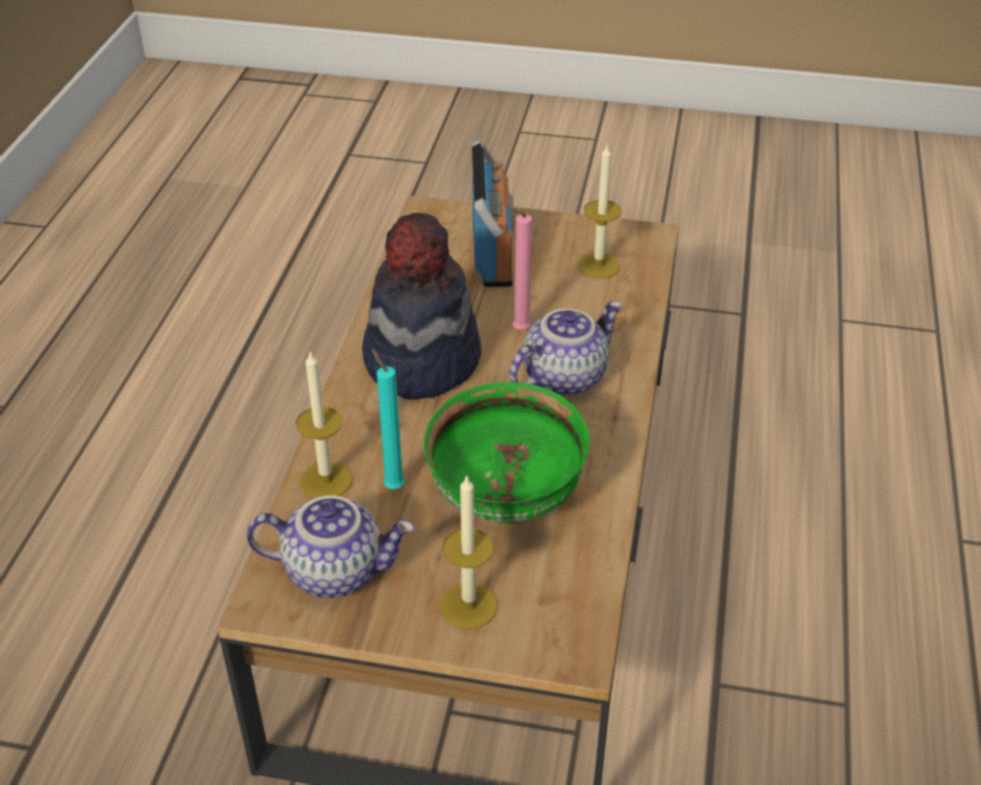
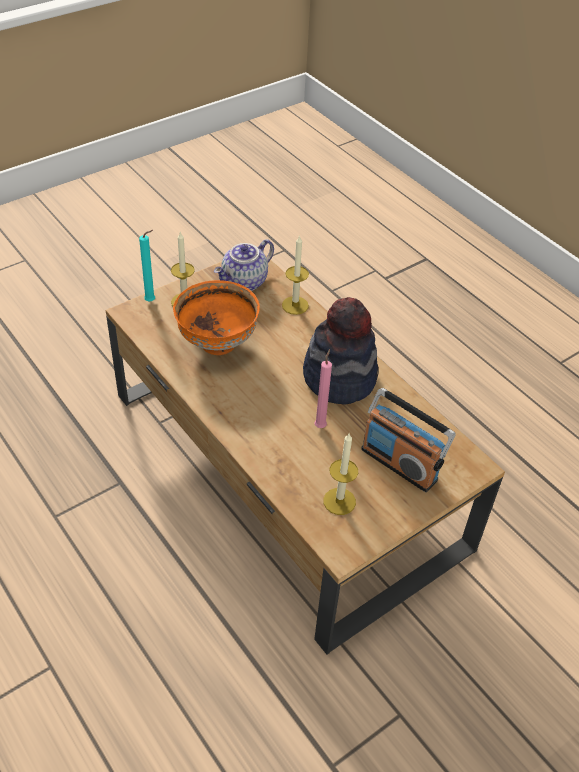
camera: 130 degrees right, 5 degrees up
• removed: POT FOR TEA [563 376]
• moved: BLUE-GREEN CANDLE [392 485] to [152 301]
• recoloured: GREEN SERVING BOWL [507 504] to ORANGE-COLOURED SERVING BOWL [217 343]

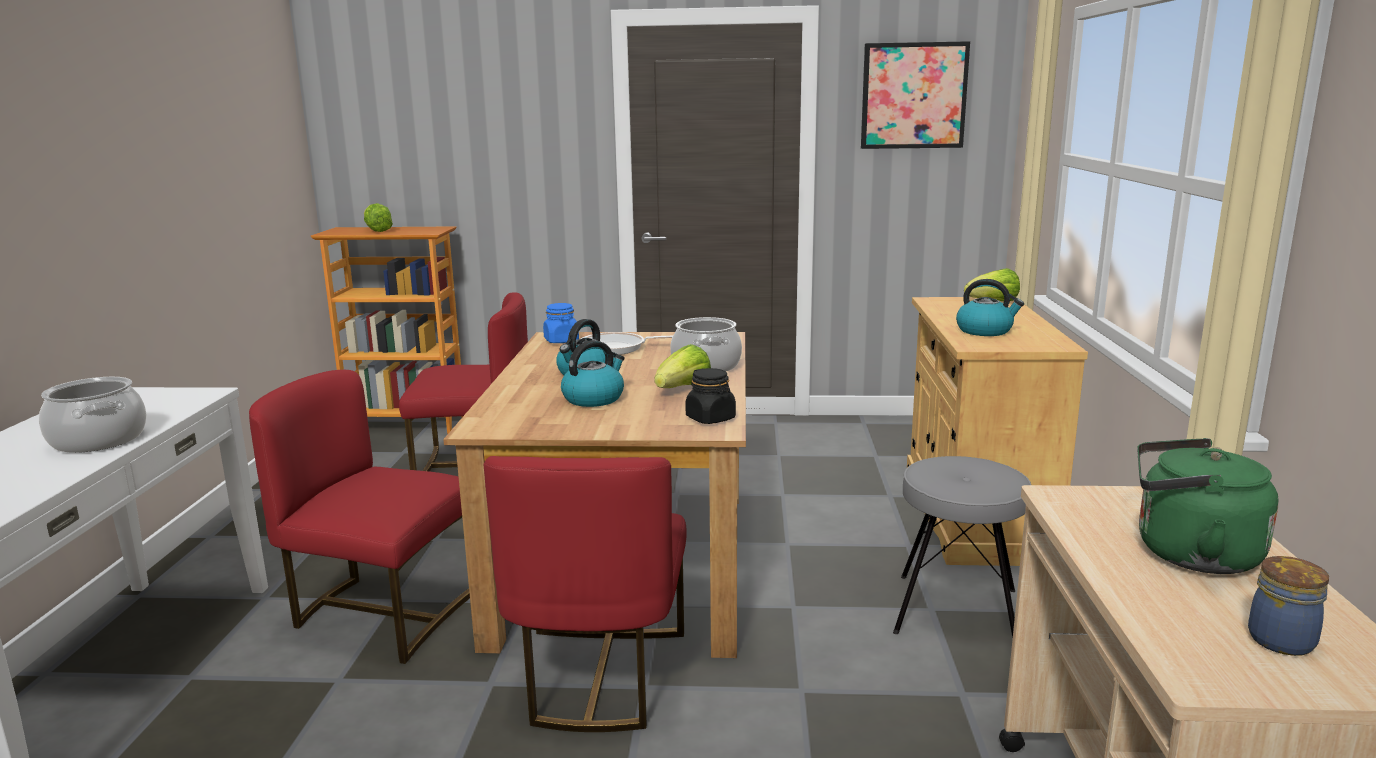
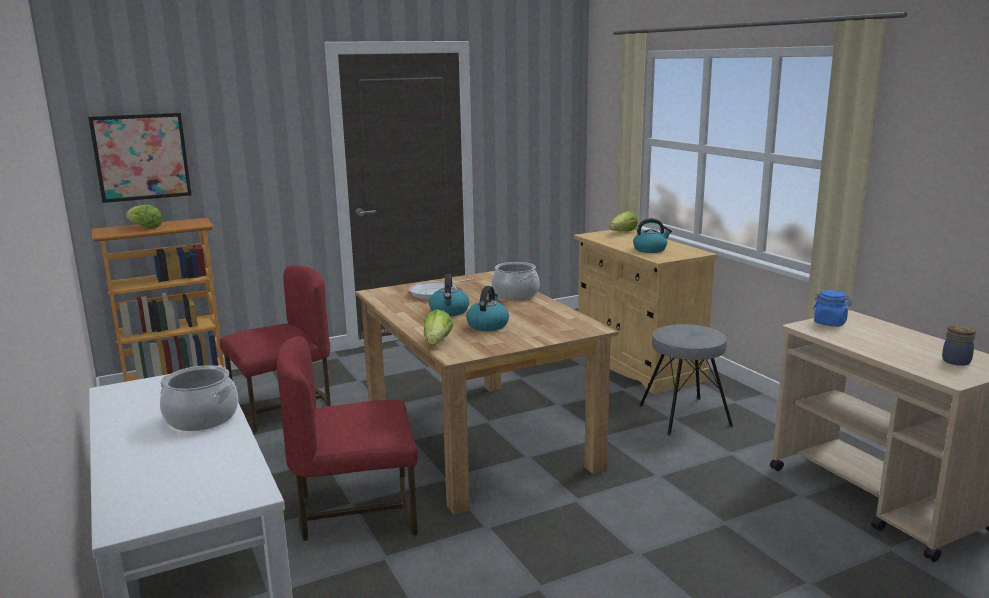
camera: 30 degrees left, 0 degrees up
• moved: WALL PICTURE [913 96] to [141 157]
• moved: BLUE JAR [561 341] to [830 323]
• moved: LETTUCE [683 388] to [437 343]
• removed: BLACK JAR [711 418]
• removed: GREEN TEA KETTLE [1189 554]
• removed: REDDISH CHAIR [599 676]

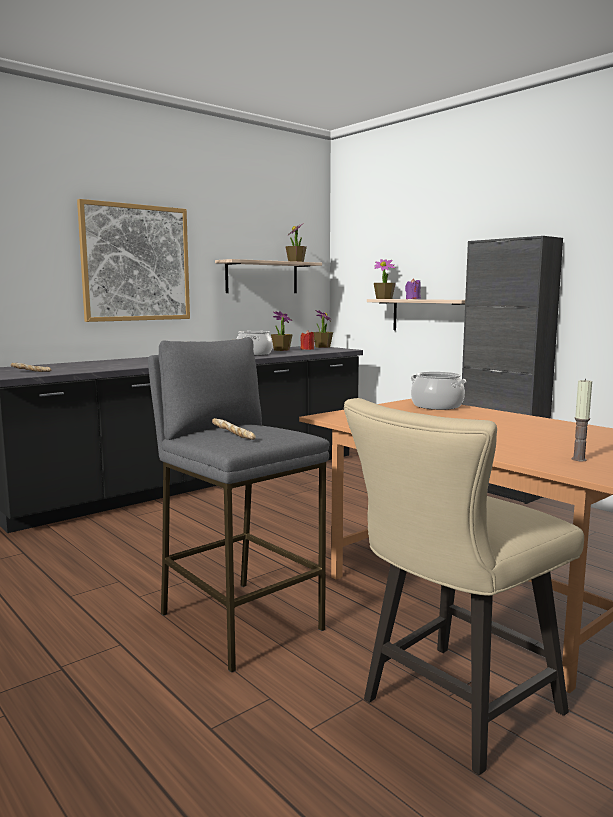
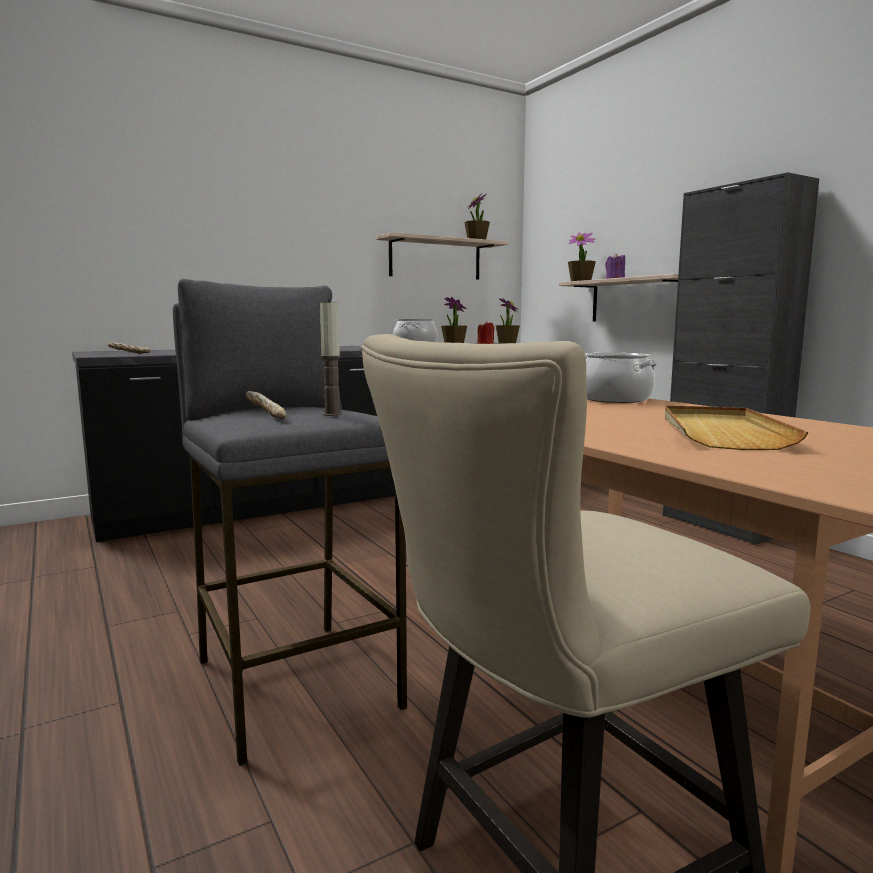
camera: 10 degrees right, 0 degrees up
• removed: WALL PICTURE [136 263]
• moved: CANDLE [579 459] to [332 414]
• added: SAND-COLOURED SERVING TRAY [721 432]

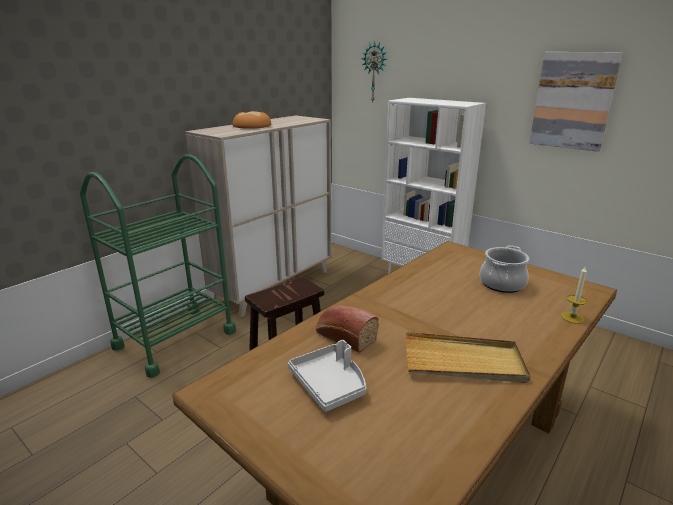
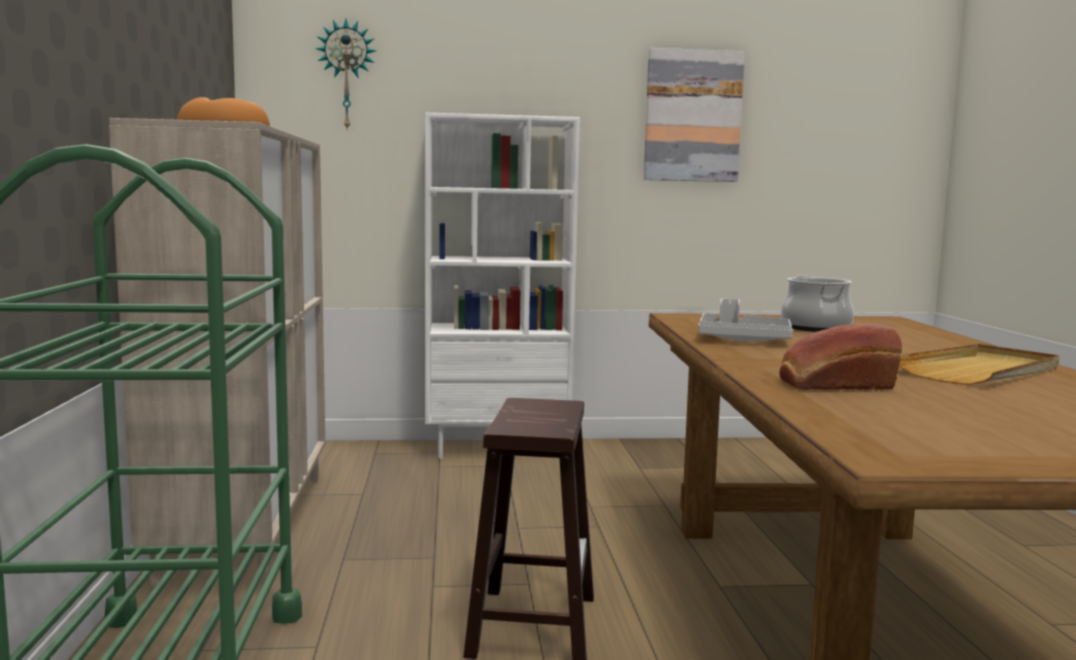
camera: 45 degrees left, 15 degrees down
• removed: CANDLE [572 317]
• moved: GREY SERVING TRAY [330 384] to [743 340]

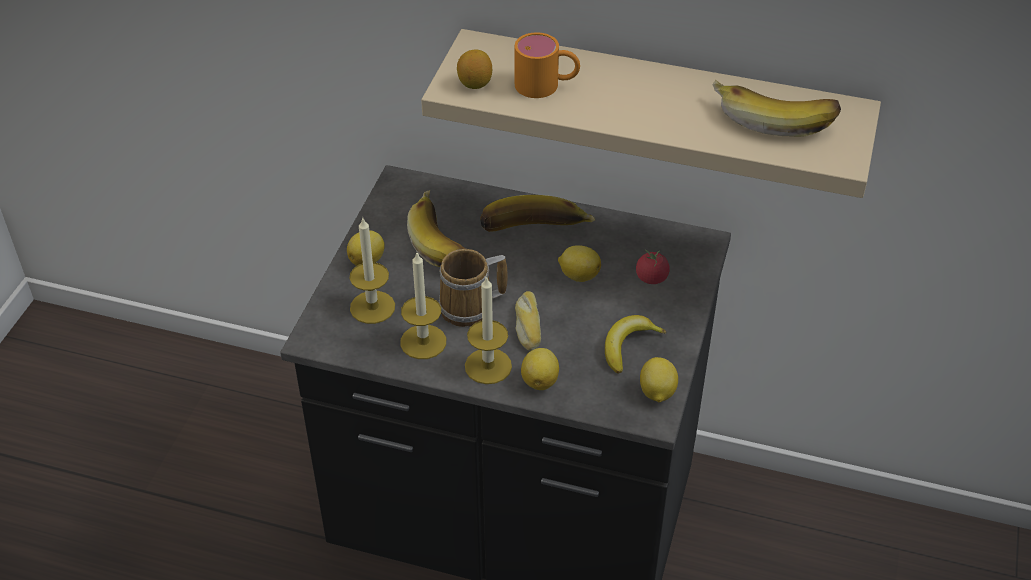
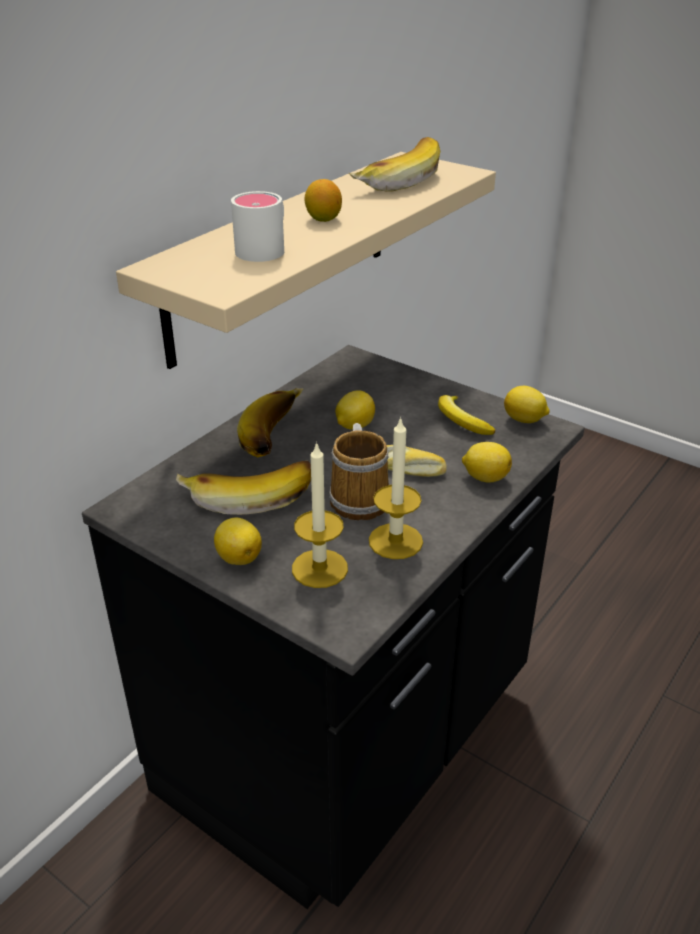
camera: 70 degrees left, 10 degrees down
• recoloured: ORANGE-COLOURED COFFEE MUG [546 85] to WHITISH COFFEE MUG [266 248]
• moved: LEMON [475 84] to [323 219]
• removed: TOMATO [651 278]
• removed: CANDLE [488 366]

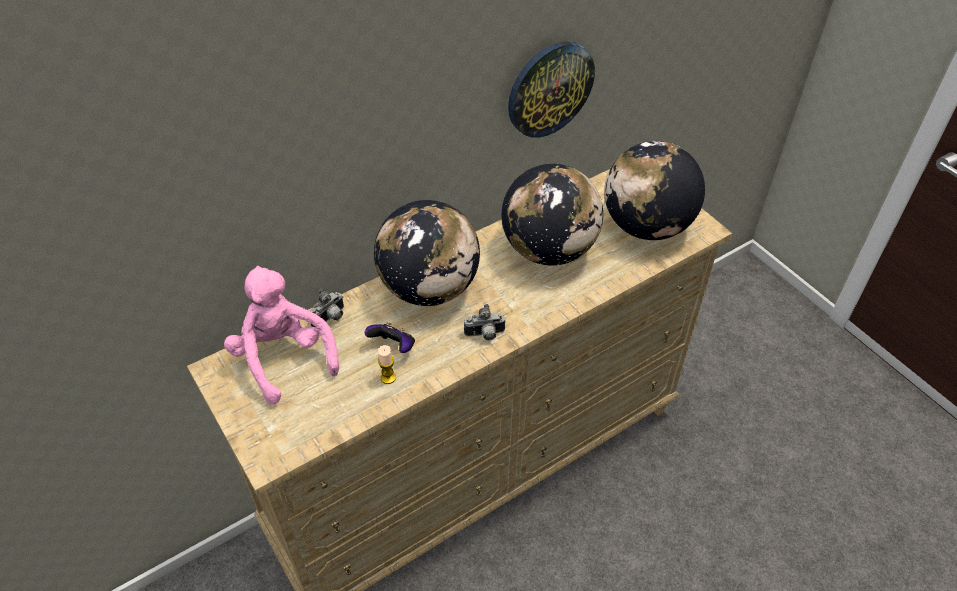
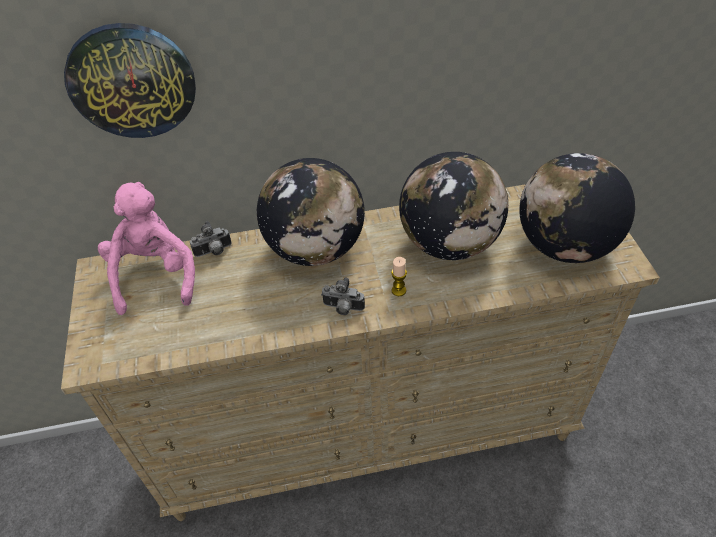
camera: 25 degrees right, 0 degrees up
• moved: WALL CLOCK [549 89] to [132 81]
• removed: GAME CONTROLLER [393 347]
• moved: CANDLE [388 377] to [398 290]

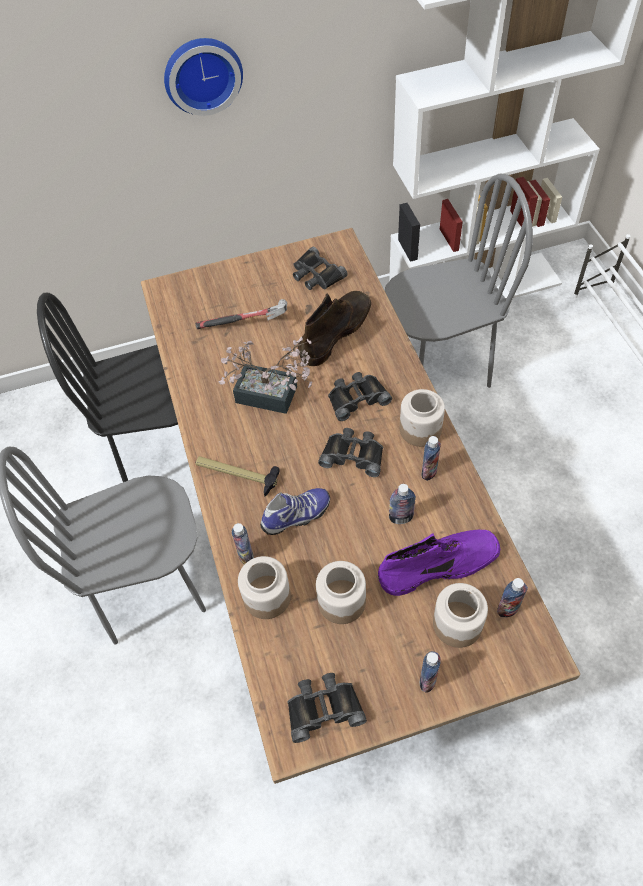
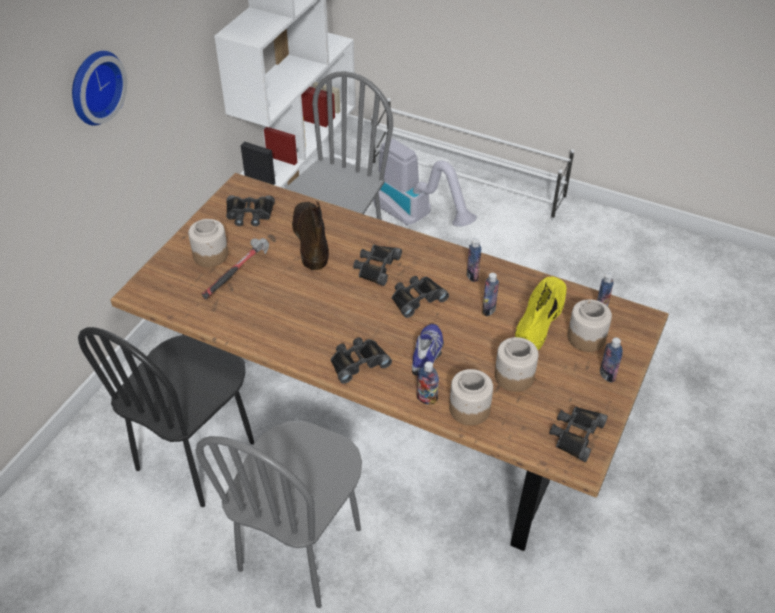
camera: 50 degrees left, 10 degrees down
• removed: PLANT IN A POT [273 396]
• moved: JAR [421 429] to [211 255]
• replaced: HAND HAMMER [236 475] to BLACK PAIR OF BINOCULARS [358 362]
• recoloured: PURPLISH BOOT [439 565] to YELLOWISH BOOT [540 317]
• added: HOOVER [417 218]

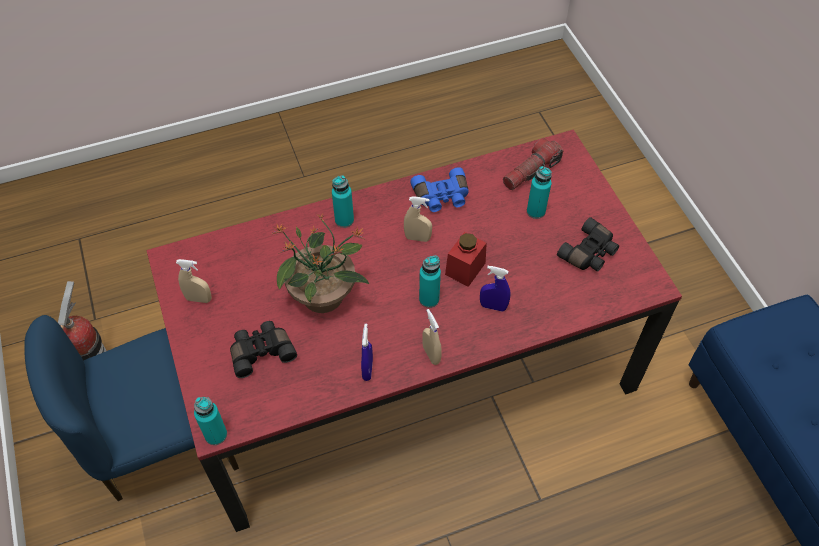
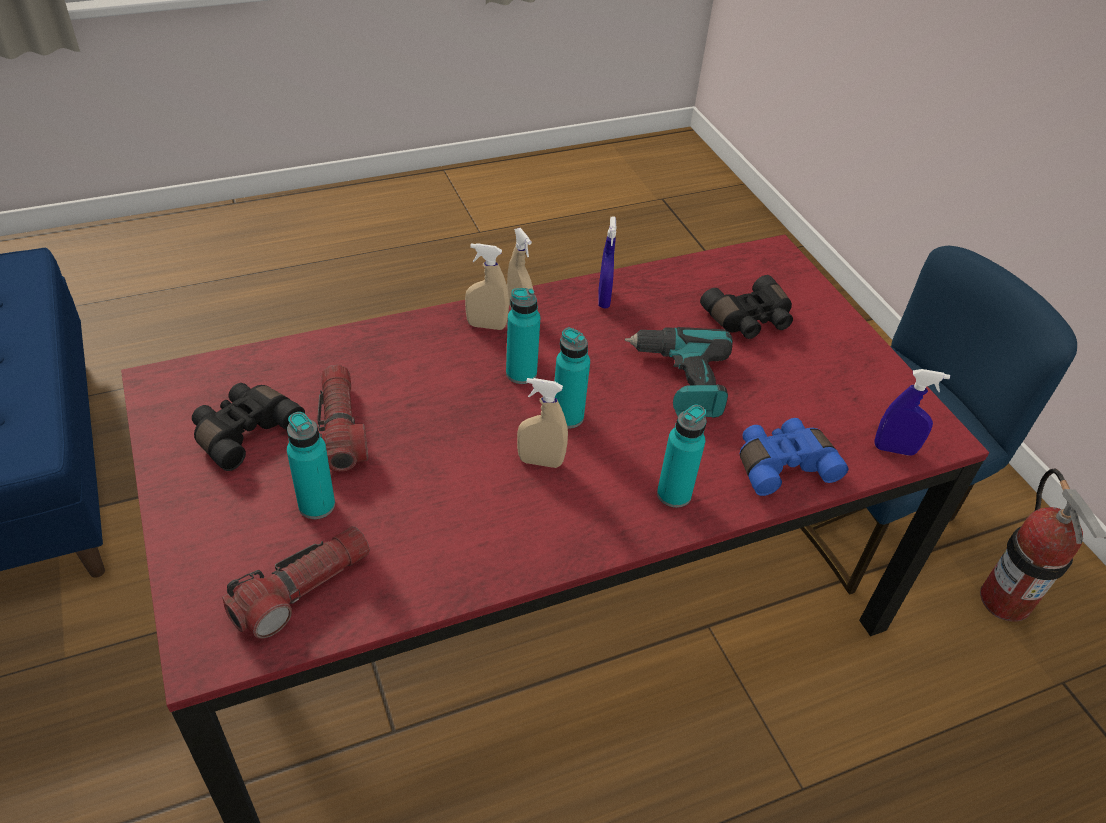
camera: 175 degrees right, 10 degrees down
• moved: BLUE PAIR OF BINOCULARS [441 197] to [782 464]
• replaced: PLANT IN A POT [324 296] to POWER DRILL [681 380]
• removed: REDDISH JAR [465 268]
• moved: SAND-COLOURED SPRAY BOTTLE [199 299] to [486 325]
• moved: BLUE SPRAY BOTTLE [493 306] to [894 449]
• moved: BLUE-GREEN BEVERAGE BOTTLE [216 435] to [567 417]
• added: FLASHLIGHT [341 429]

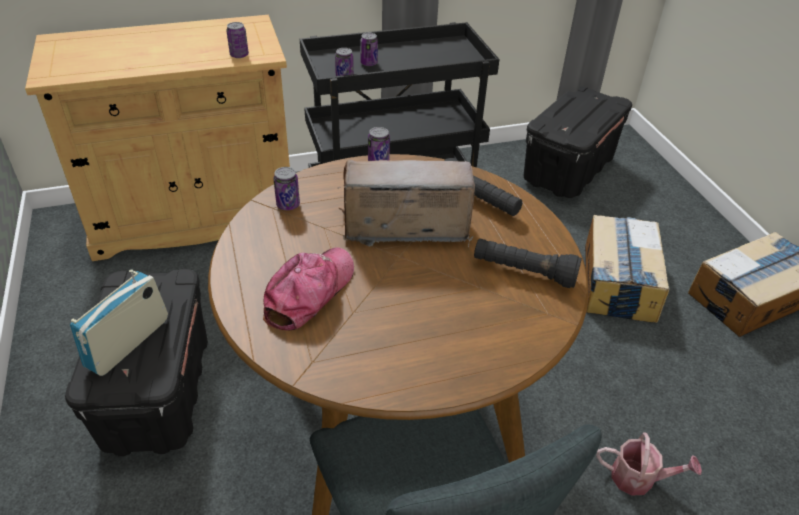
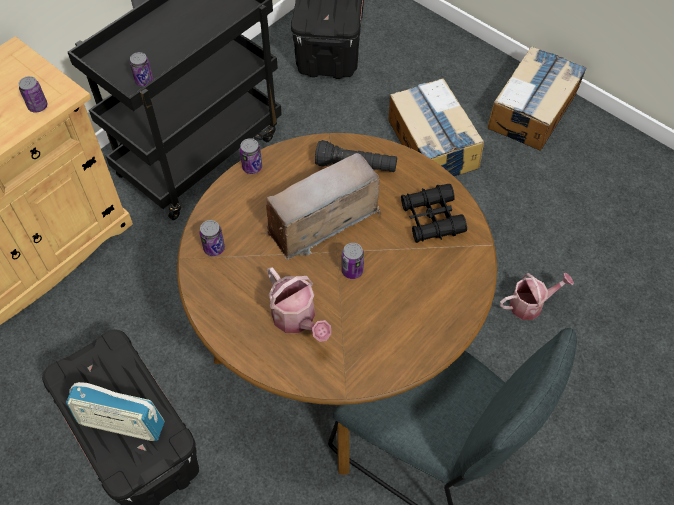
camera: 30 degrees left, 15 degrees up
• moved: SEALED CAN [369 63] to [352 270]
• replaced: BLACK FLASHLIGHT [523 272] to BLACK PAIR OF BINOCULARS [431 219]
• replaced: BASEBALL CAP [309 293] to WATERING POT [297 320]
• turned: RADIO SET [128 343] = [121 423] 75 degrees counterclockwise

